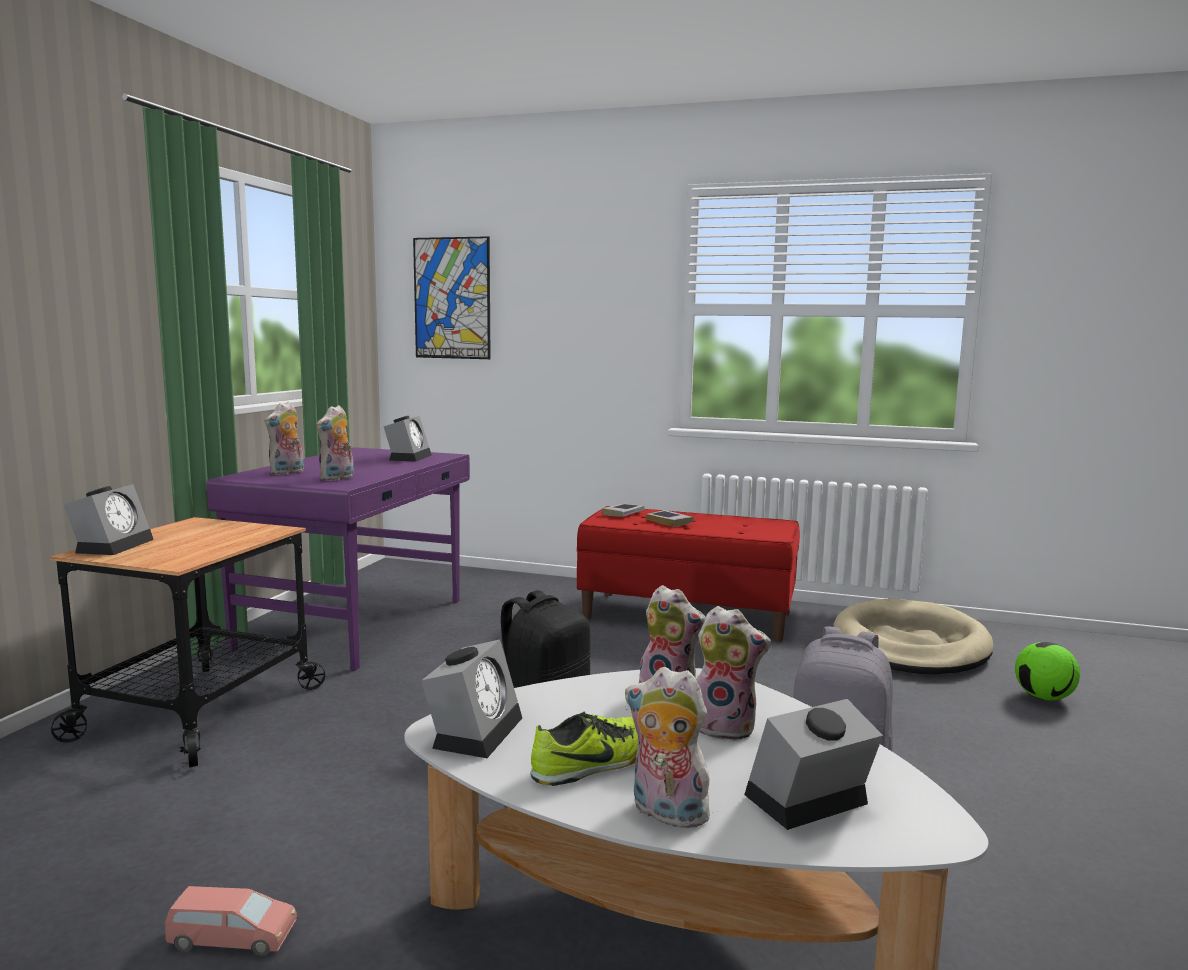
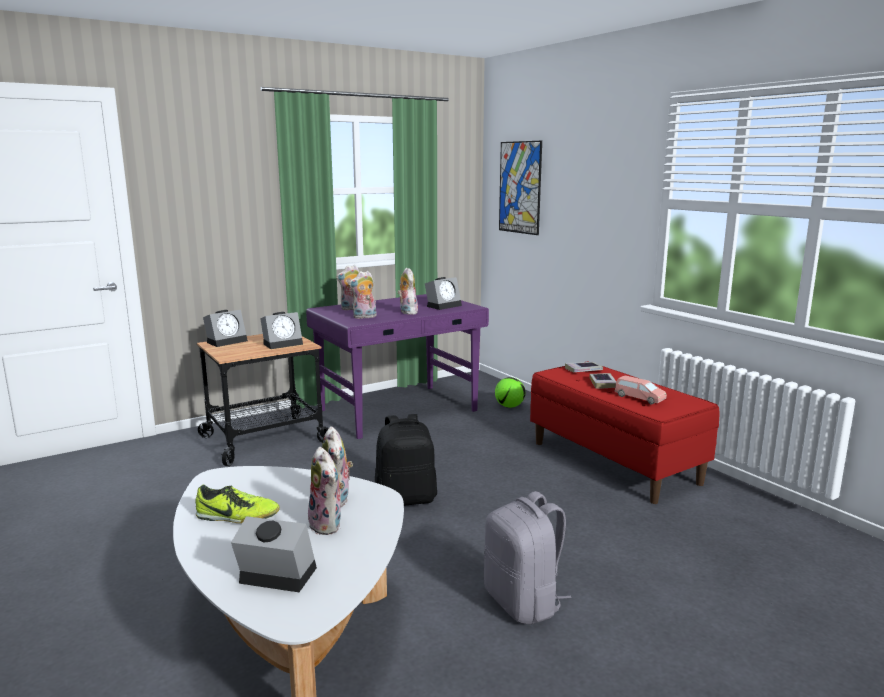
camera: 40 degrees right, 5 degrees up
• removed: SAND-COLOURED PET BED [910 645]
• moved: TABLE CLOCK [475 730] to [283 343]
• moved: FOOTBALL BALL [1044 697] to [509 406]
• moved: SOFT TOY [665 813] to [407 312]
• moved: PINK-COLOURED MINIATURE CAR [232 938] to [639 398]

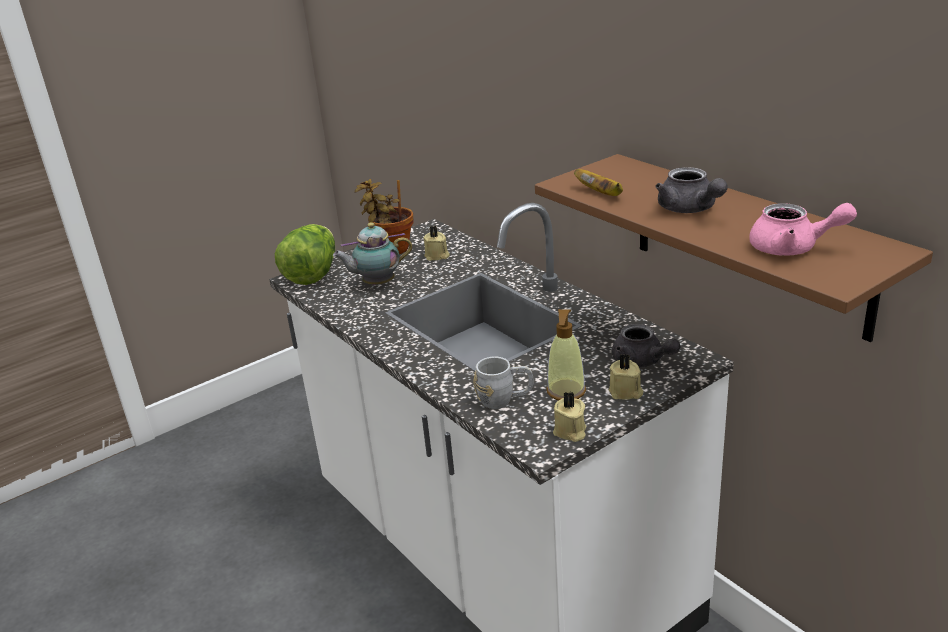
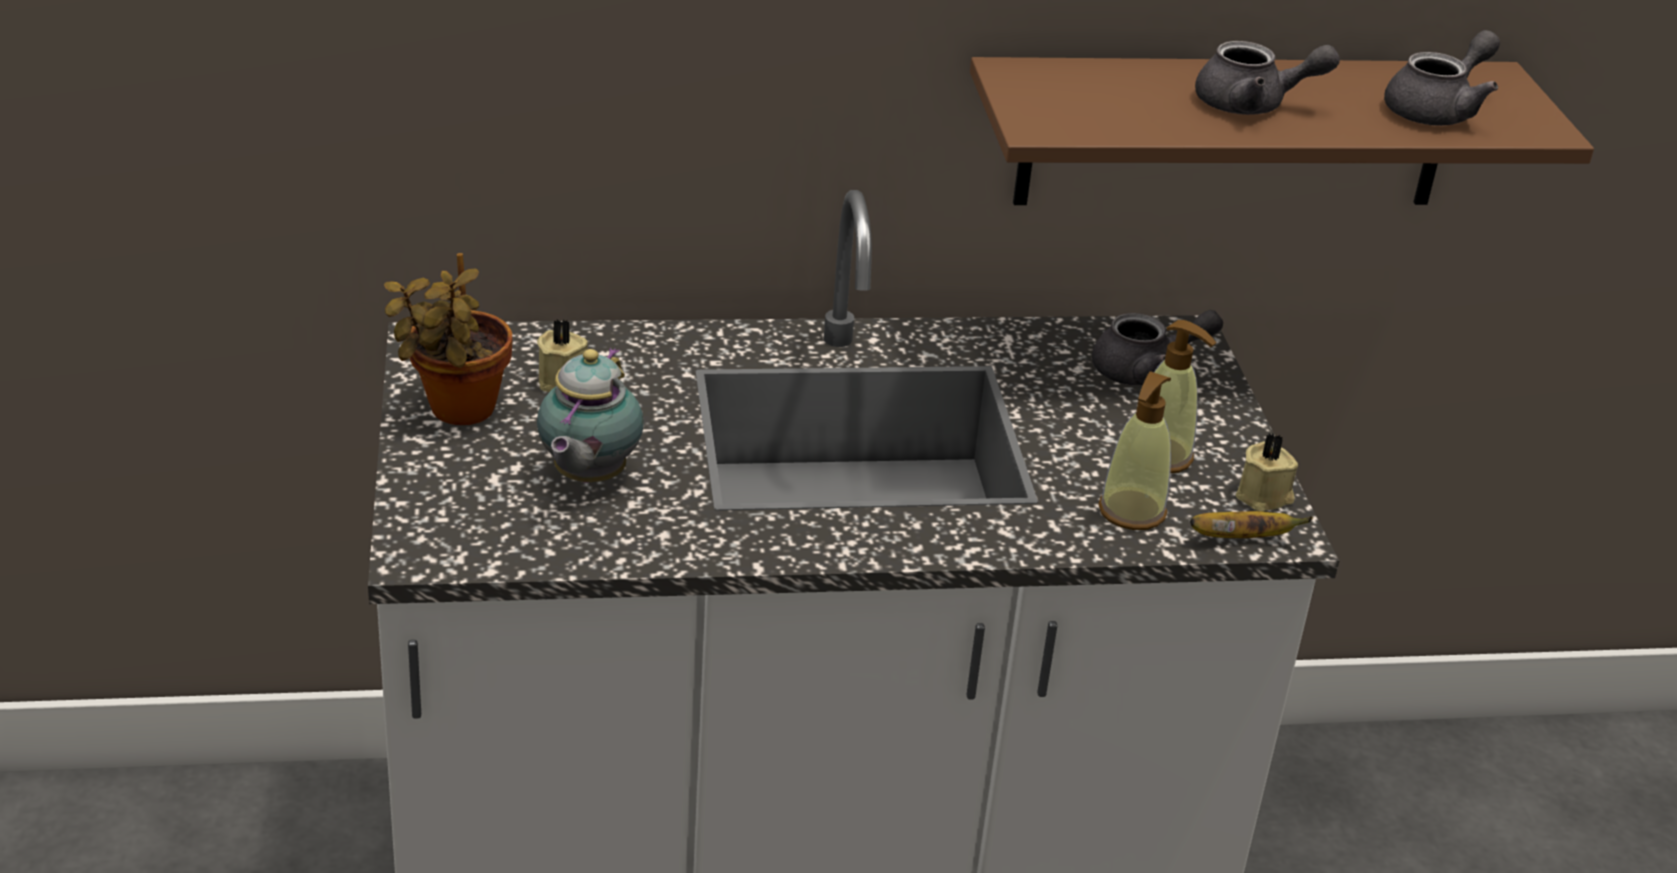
camera: 65 degrees left, 5 degrees up
• moved: WHOLE BANANA [601 193] to [1241 539]
• recoloured: PINK-COLOURED POT FOR TEA [793 248] to GREY POT FOR TEA [1438 110]
• removed: LETTUCE [313 274]
• removed: SAND-COLOURED CANDLE [625 392]
• replaced: GREY COFFEE MUG [504 400] to LIQUID SOAP BOTTLE [1131 511]

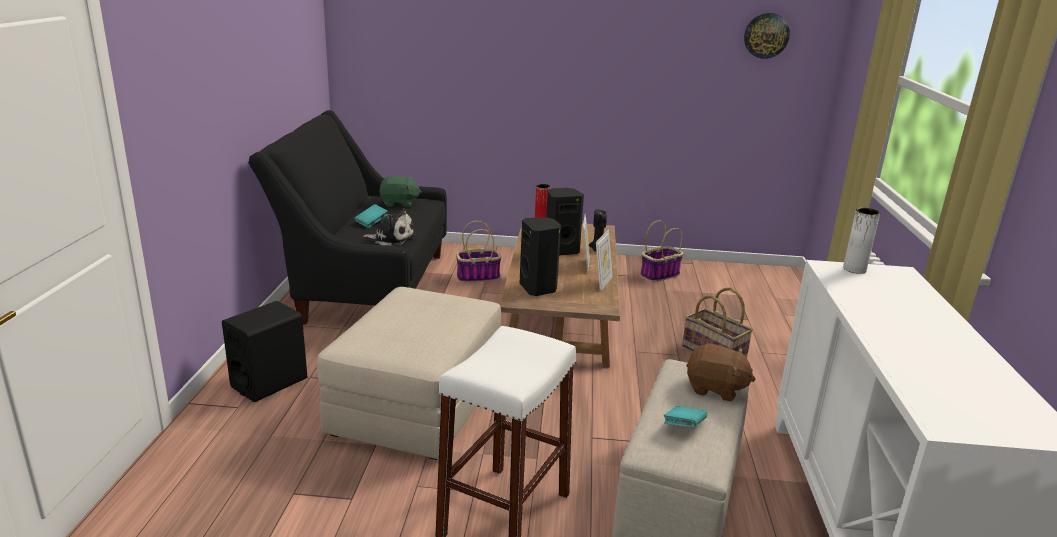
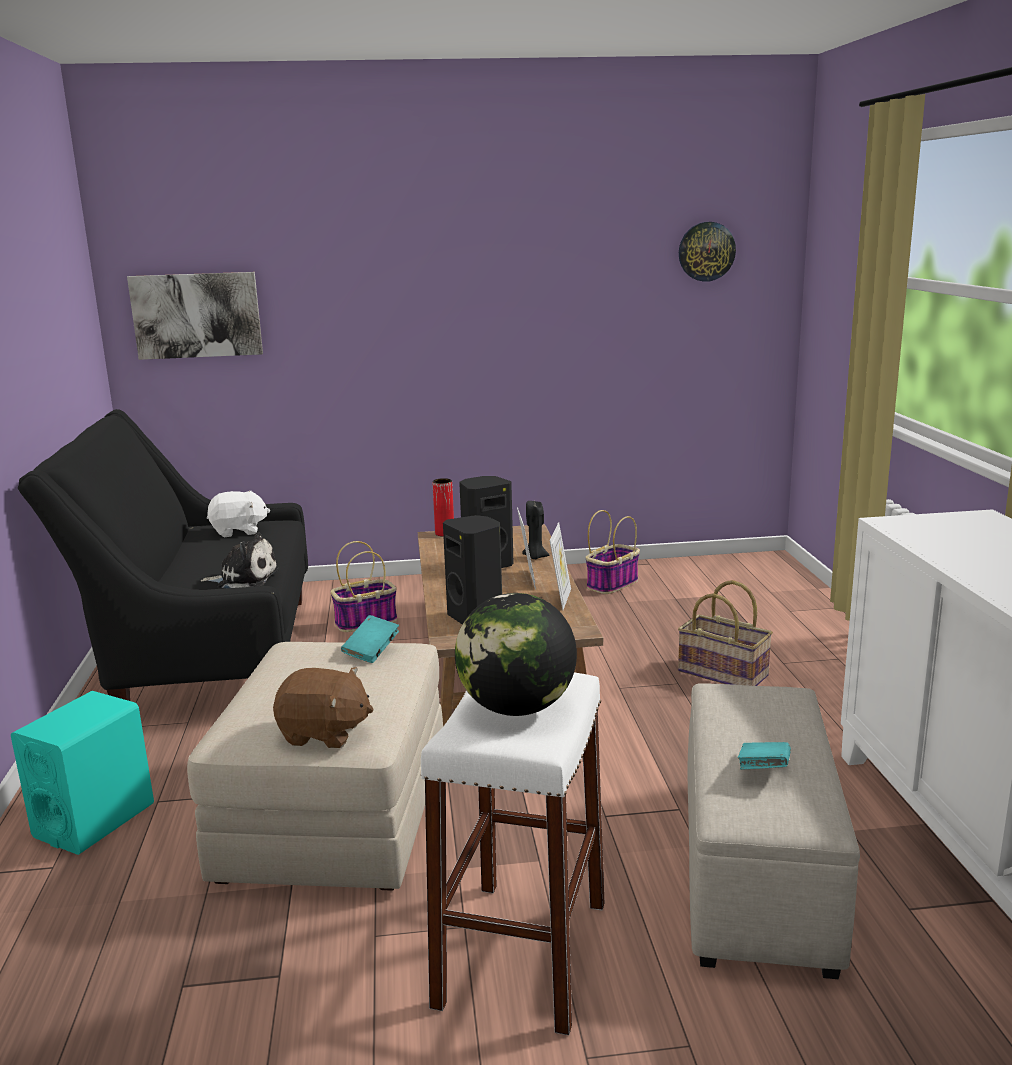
camera: 10 degrees left, 5 degrees down
• recoloured: GREEN SOFT TOY [399 204] to WHITISH SOFT TOY [239 531]
• moved: BLUE-GREEN BOUND BOOK [371 223] to [371 651]
• removed: WHITISH FLOWER VASE [854 269]
• recoloured: BLACK LOUDSPEAKER [269 382] to BLUE-GREEN LOUDSPEAKER [95 820]
• moved: BROWN SOFT TOY [715 389] to [324 733]
• added: WALL PICTURE [197 315]
• added: GLOBE [517 708]

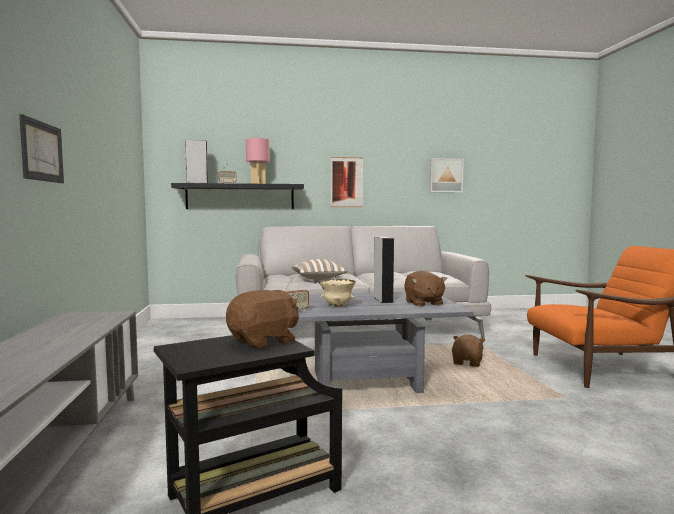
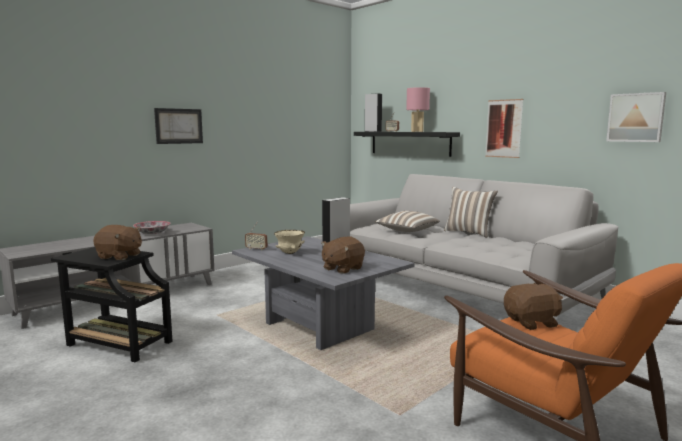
camera: 55 degrees right, 5 degrees up
• moved: BROWN SOFT TOY [467 363] to [532 322]
• added: PILLOW [469 232]
• added: SERVING BOWL [152 233]

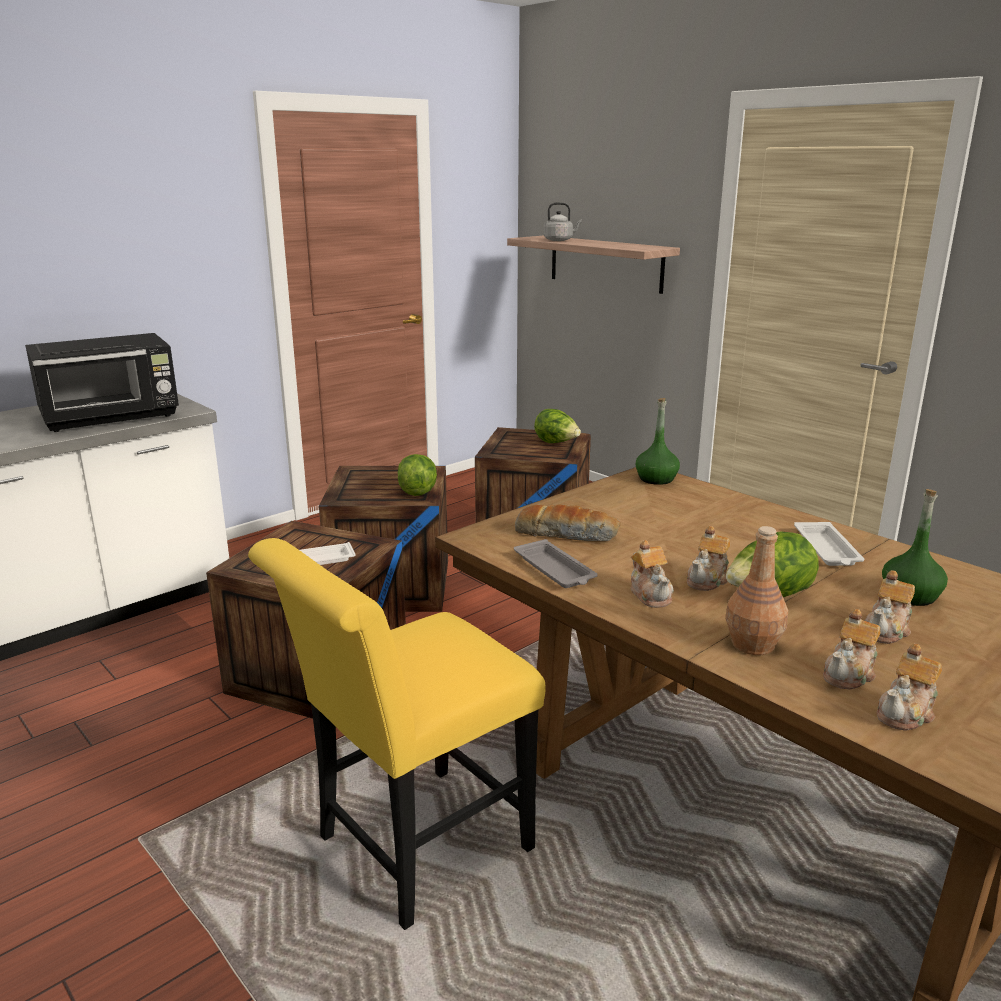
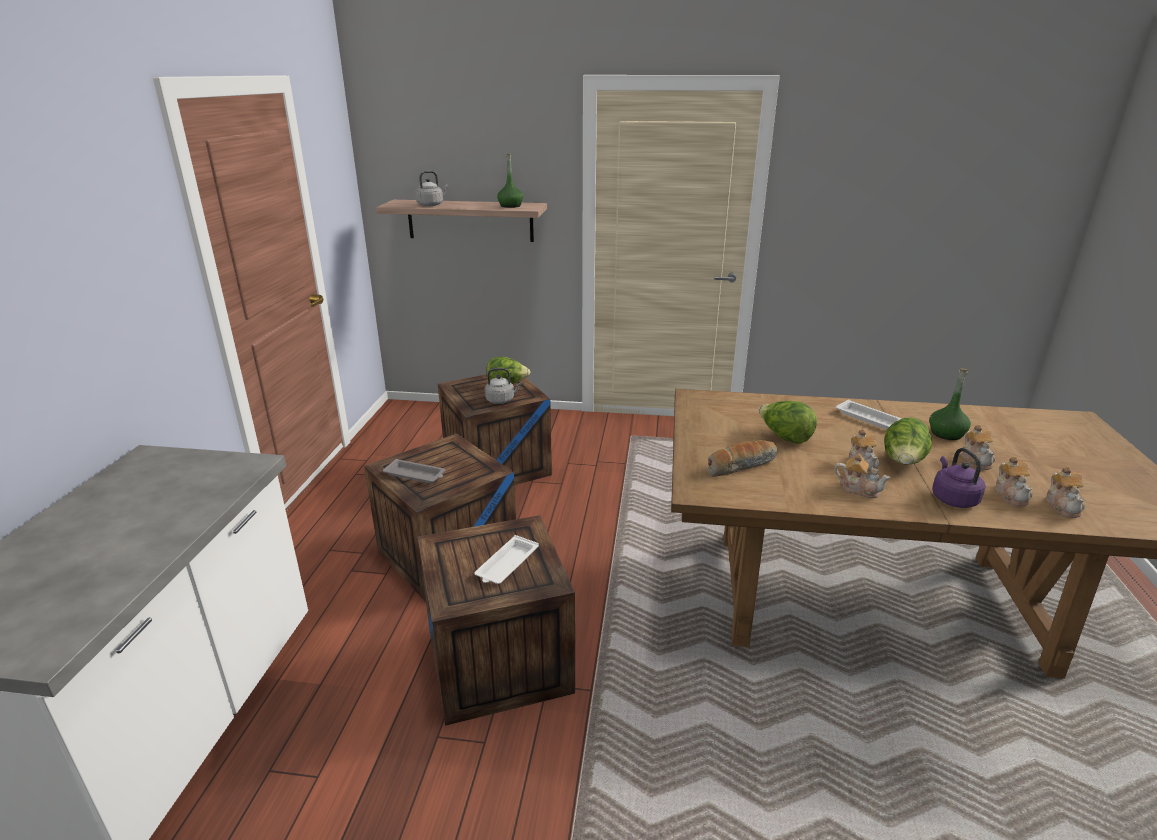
camera: 40 degrees left, 5 degrees up
• removed: BLACK MICROWAVE OVEN [112 418]
• moved: GREEN BEVERAGE BOTTLE [656 479] to [510 206]
• moved: LETTUCE [417 491] to [784 437]
• replaced: BROWN BEVERAGE BOTTLE [752 644] to PURPLISH TEA KETTLE [952 498]
• removed: YELLOWISH CHAIR [412 850]
• moved: GREY SERVING TRAY [555 570] to [416 475]
• added: GREY TEA KETTLE [501 400]

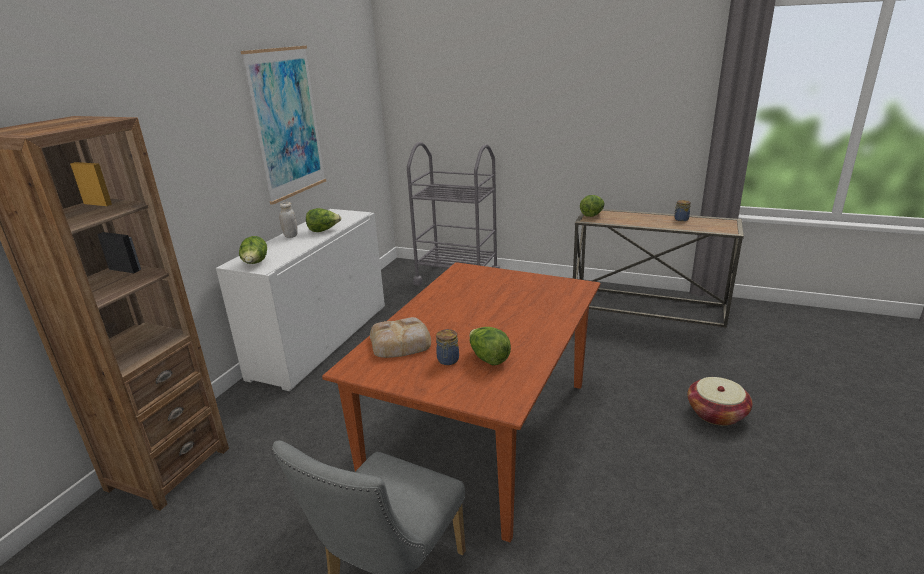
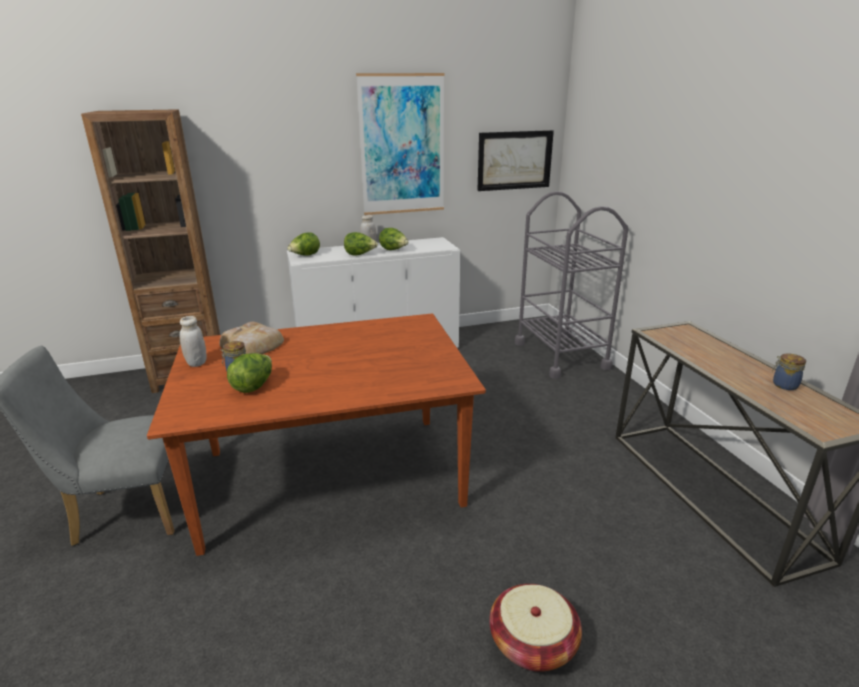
camera: 50 degrees right, 0 degrees up
• moved: LETTUCE [592 215] to [360 255]
• added: WALL PICTURE [514 160]
• added: WHITISH JAR [196 363]

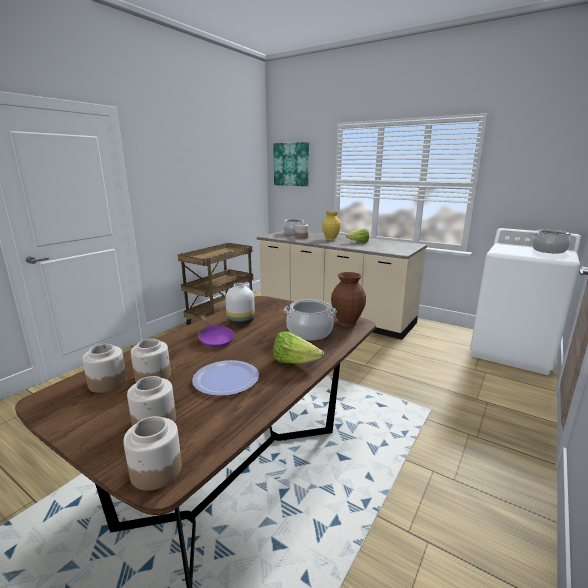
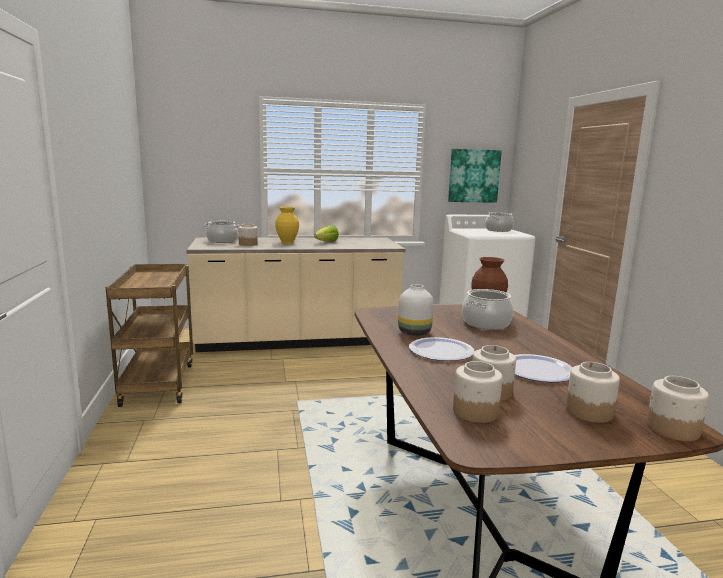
camera: 45 degrees left, 5 degrees down
• moved: WALL PICTURE [291 164] to [473 176]
• replaced: PURPLISH SKILLET [214 339] to FLAT DISH [441 351]
• removed: LETTUCE [294 362]

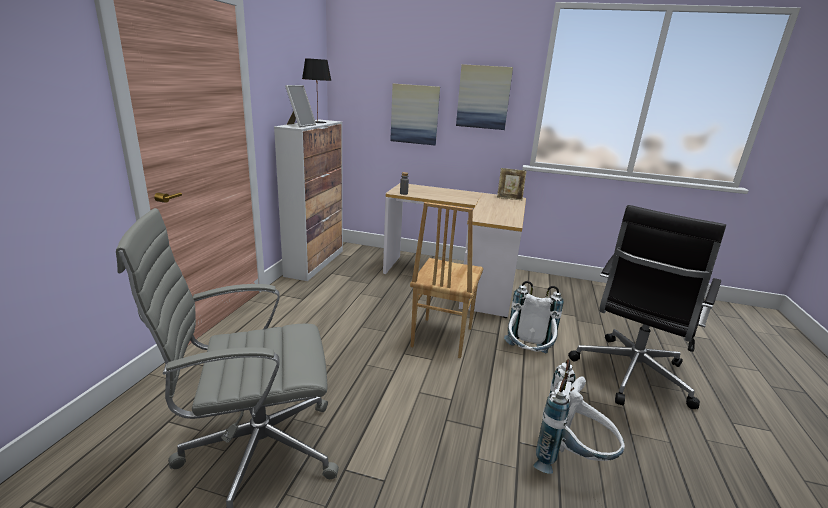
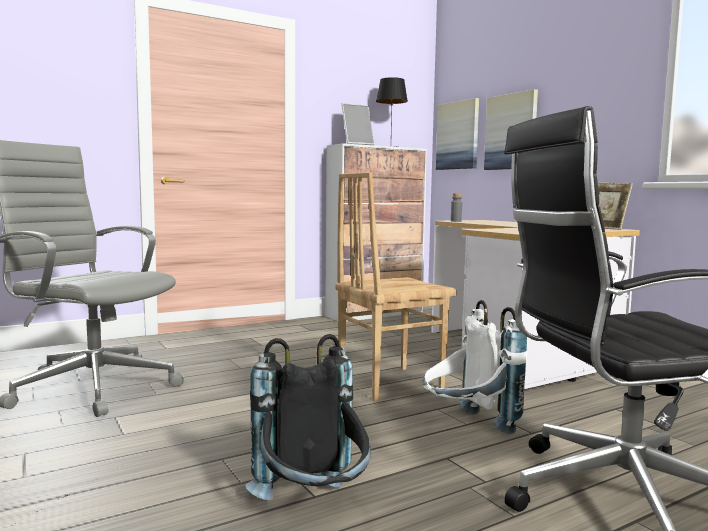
camera: 45 degrees right, 15 degrees down
• moved: WALL PICTURE [483 97] to [458 135]
• recoloured: WHITISH RUCKSACK [571 460] to BLACK RUCKSACK [313 509]

